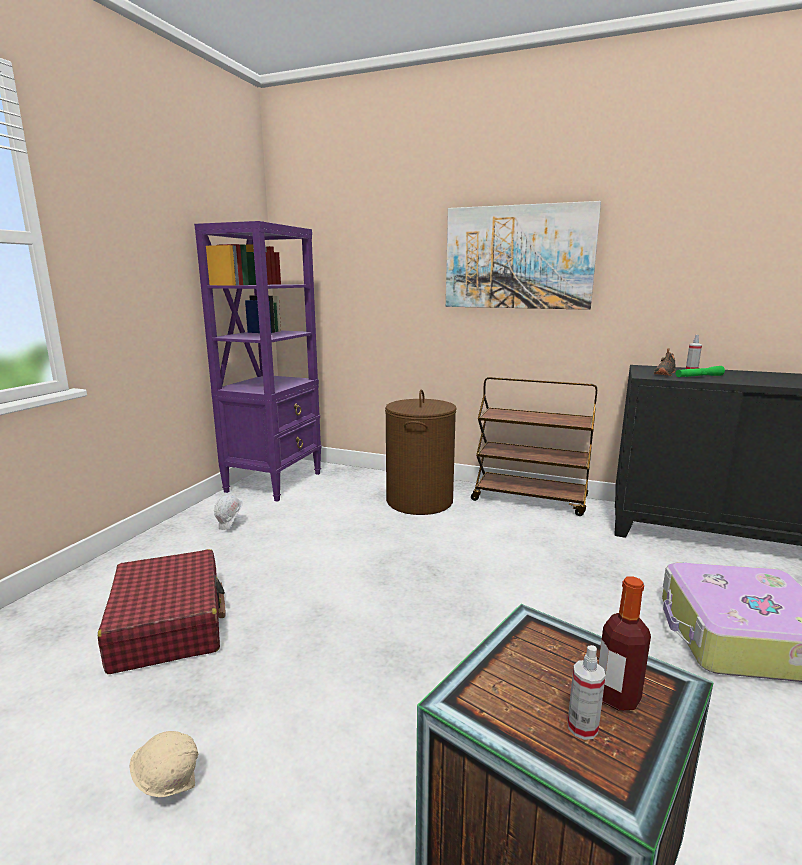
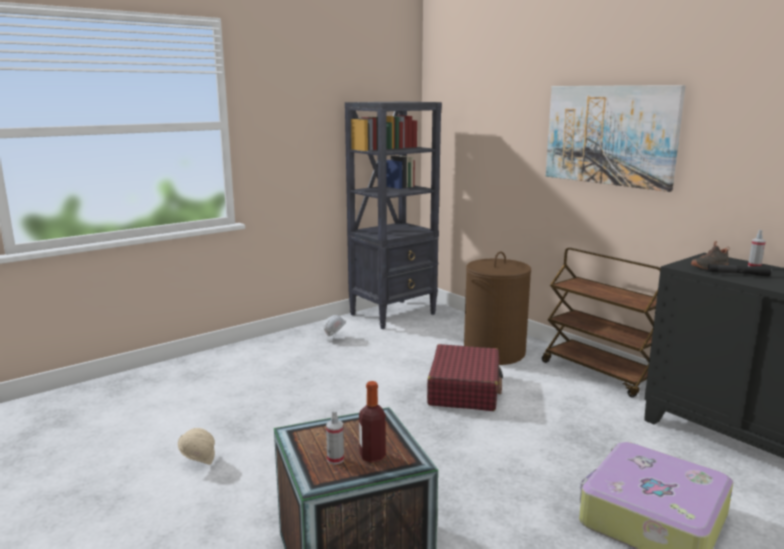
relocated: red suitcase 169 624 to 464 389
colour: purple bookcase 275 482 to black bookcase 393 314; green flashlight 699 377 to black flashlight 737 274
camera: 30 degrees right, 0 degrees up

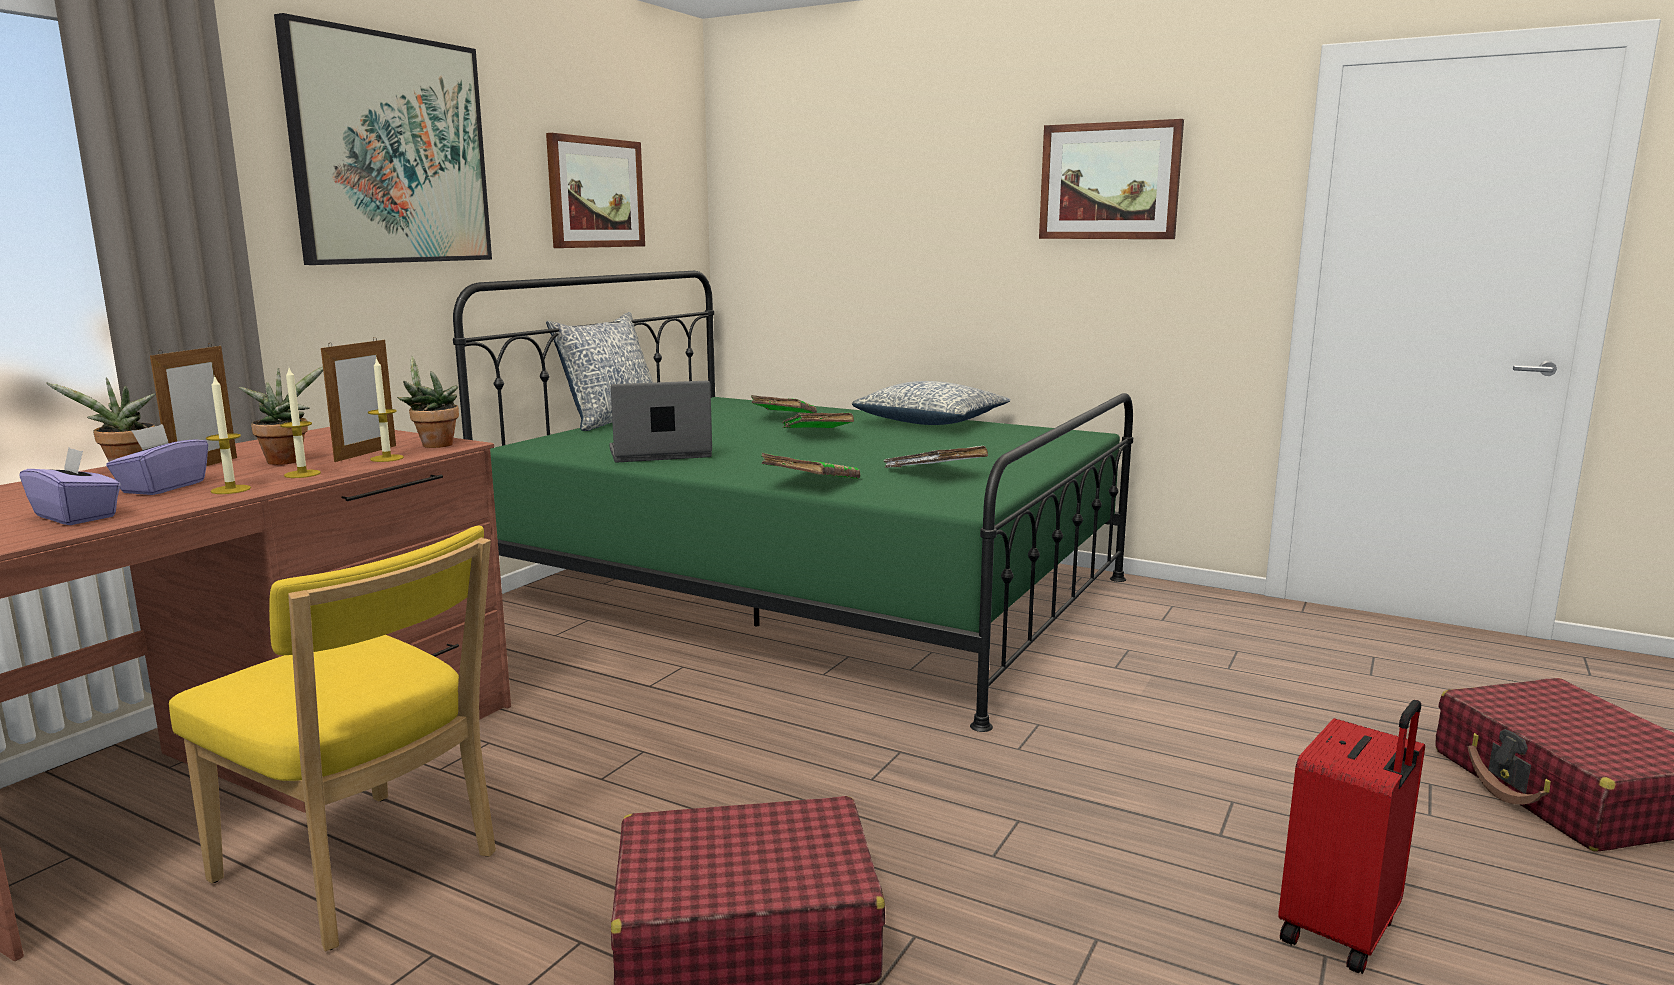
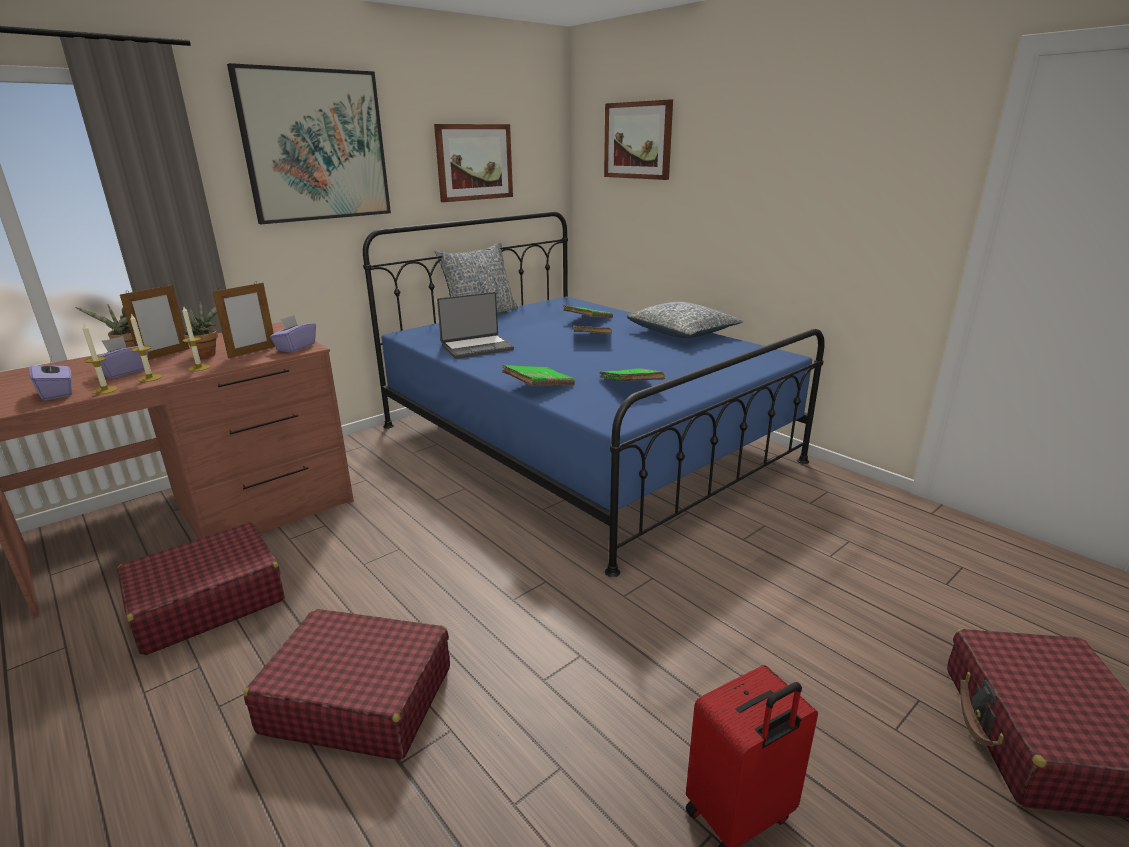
relocated: candle 387 458 to 105 390; picture 1109 181 to 638 140
exchanged: yellow chair 364 872 to red suitcase 207 602; potted plant 433 444 to purple tissue box 296 347
colour: green bed 812 593 to blue bed 582 442; white book 935 474 to green book 630 386
spun: laptop 660 454 = 477 347 150 degrees clockwise
camera: 20 degrees right, 10 degrees up

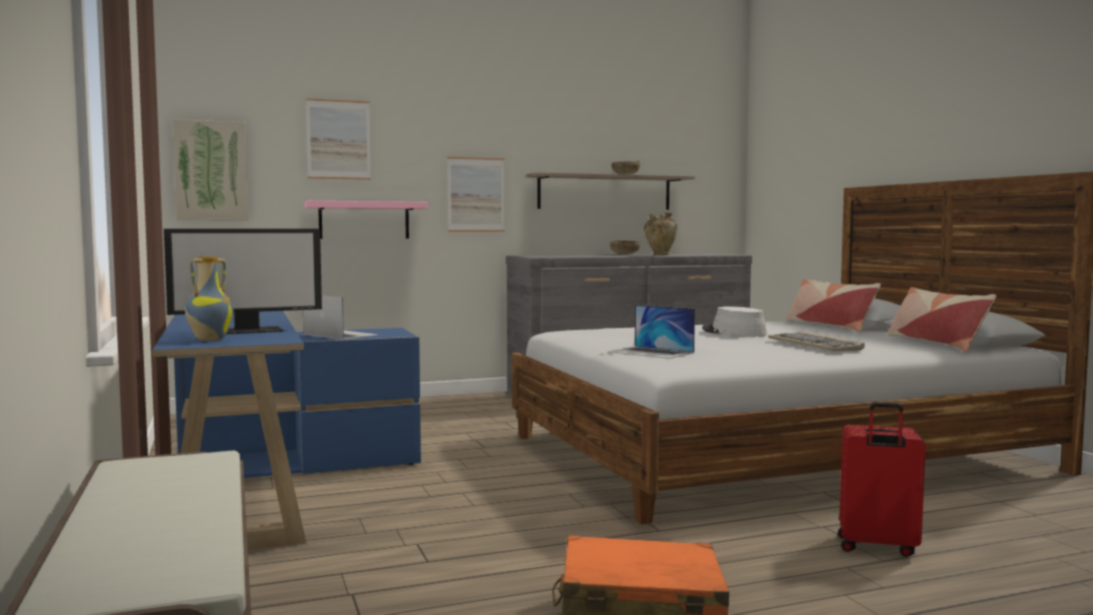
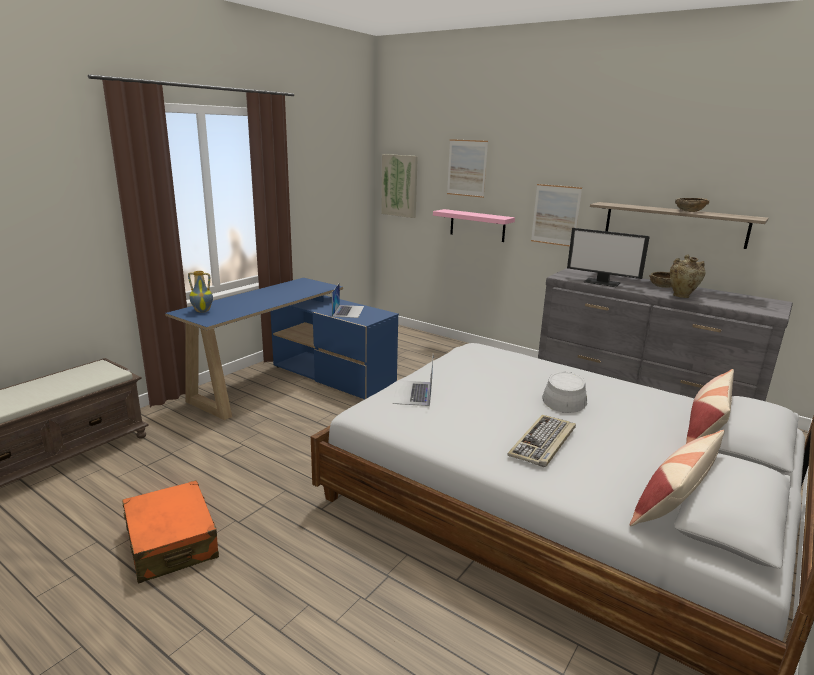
missing: red suitcase 877 547
relocated: monitor 248 330 to 602 282
camera: 55 degrees right, 15 degrees up

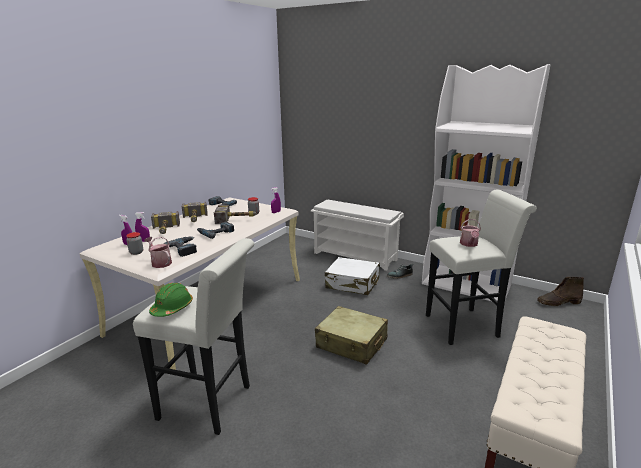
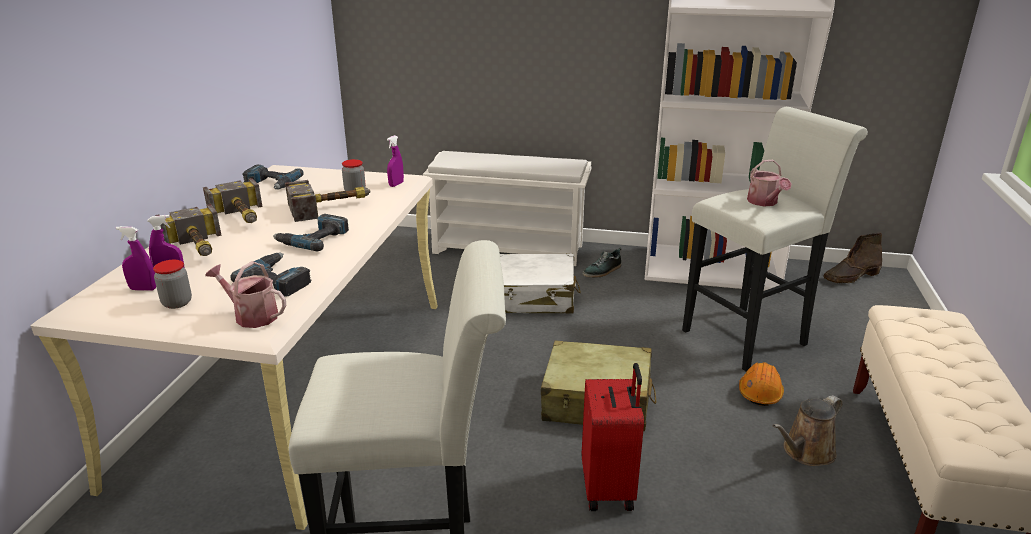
missing: green hard hat 172 308
appeared: red suitcase 609 488; orange hard hat 760 392; brown watering can 805 452
camera: 20 degrees left, 5 degrees up

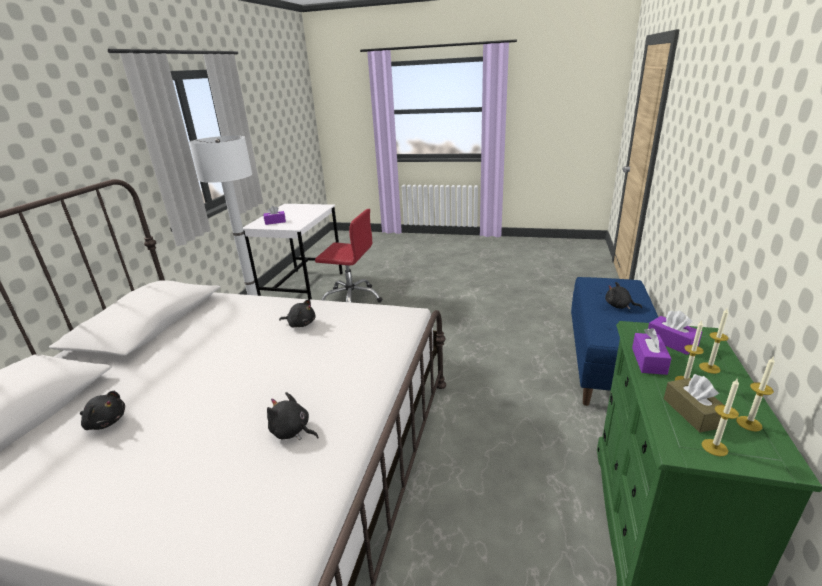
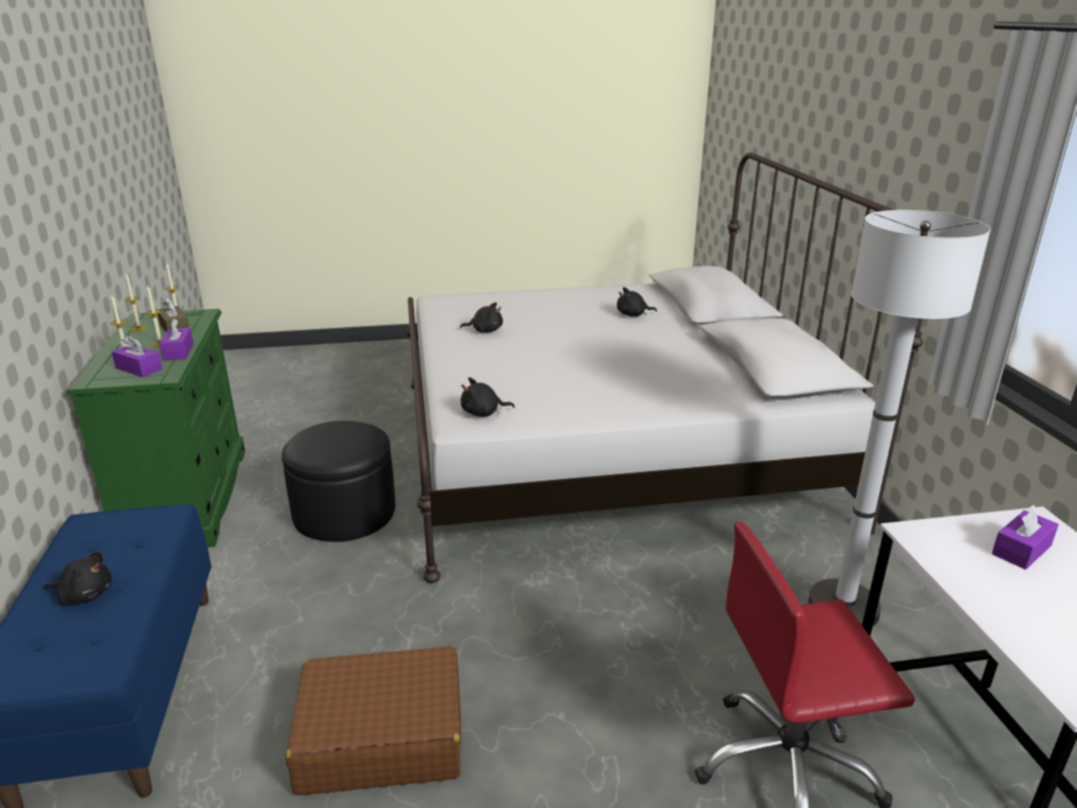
appeared: black ottoman 344 512; brown suitcase 380 737
relocated: black plush toy 300 324 to 483 413
camera: 155 degrees right, 0 degrees up

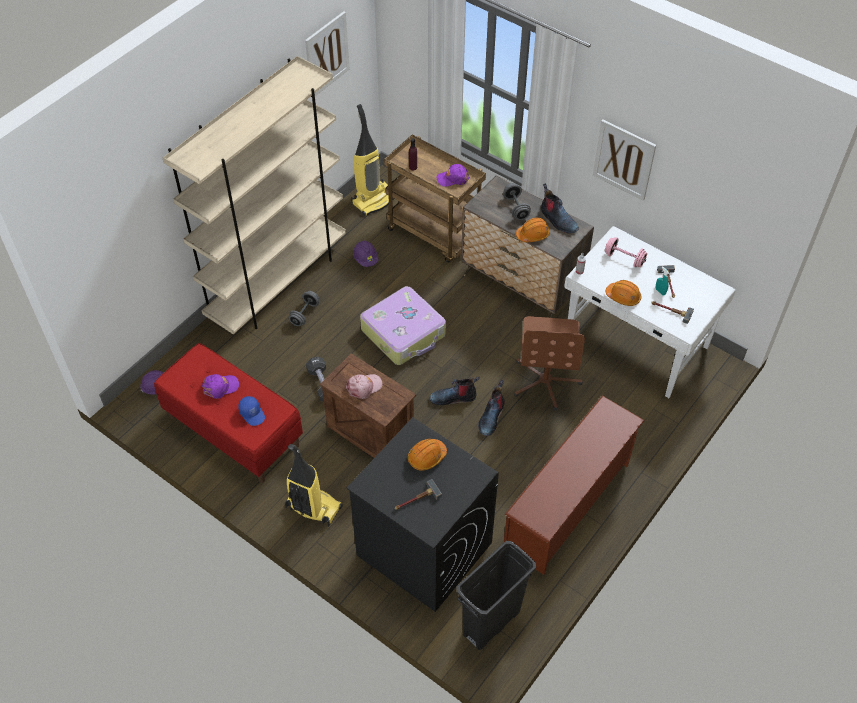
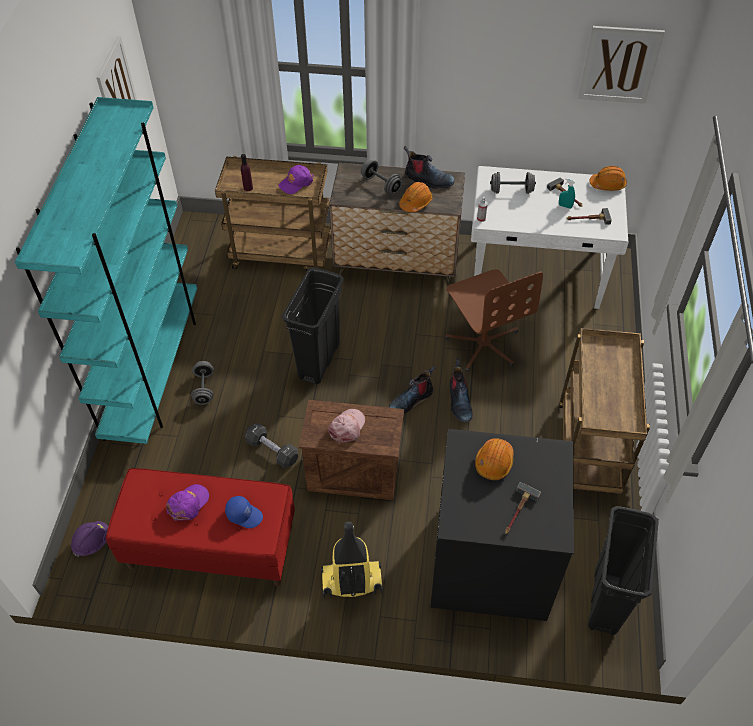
missing: vacuum cleaner 373 200; purple hard hat 365 259
relocated: picture 624 159 to 619 65; orange hard hat 623 297 to 608 184
exchanged: suitcase 404 333 to black trash can 319 361; brown shoe rack 568 507 to brown cart 589 450
colour: beige bookcase 278 283 to turquoise bookcase 153 370; pink dumbbell 624 259 to grey dumbbell 511 190
camera: 30 degrees left, 0 degrees up

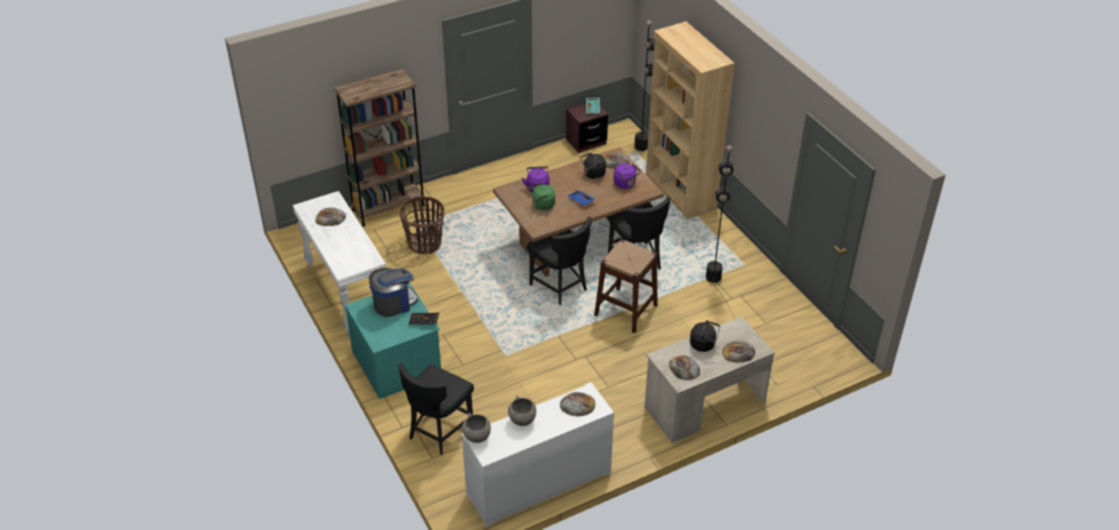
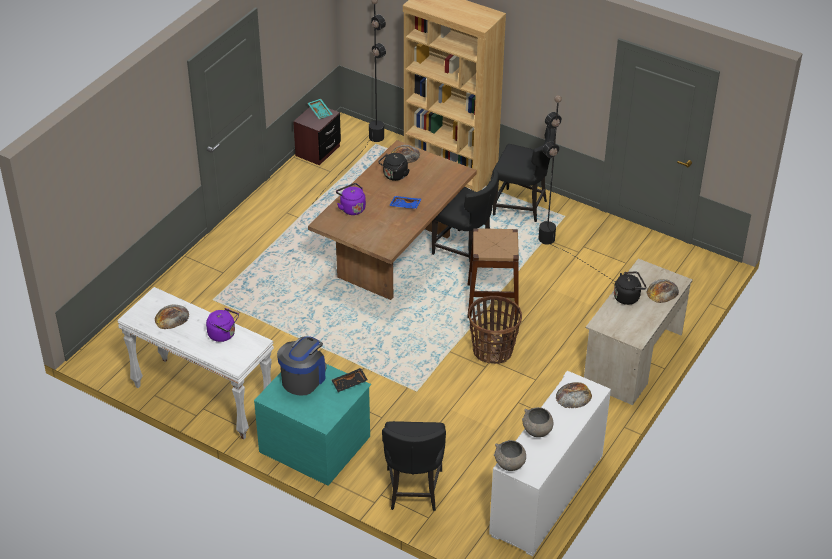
missing: brown bookcase 388 208; green kettle 542 205; bread 684 368
relocated: purple kettle 625 184 to 223 334; basket 424 243 to 493 351; black chair 560 287 to 521 207
camera: 30 degrees left, 0 degrees up

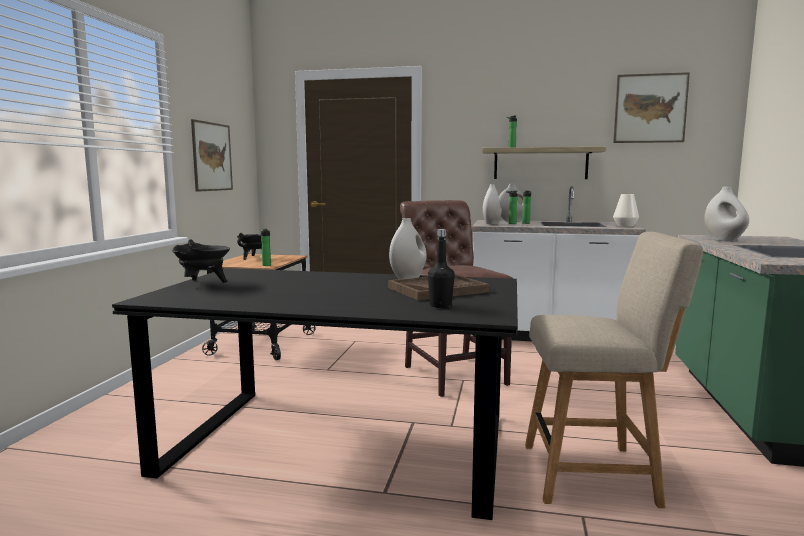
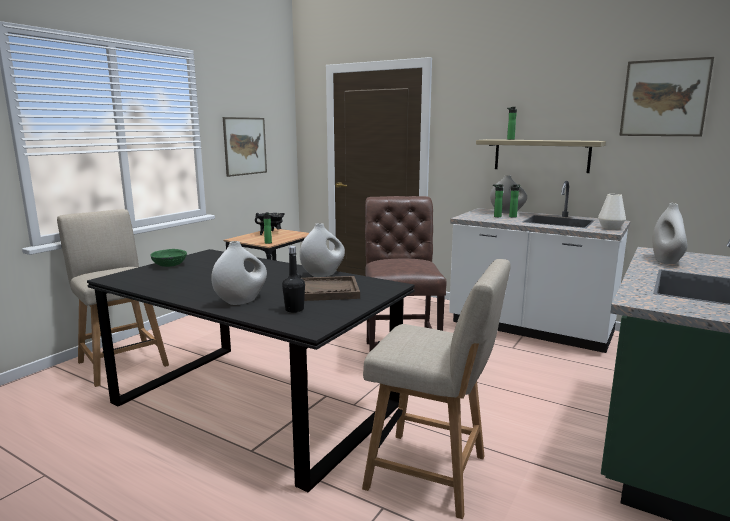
appeared: beige chair 121 362
relocated: white vase 491 223 to 241 301
exchanged: black cooking pot 203 283 to green bowl 169 265
camera: 20 degrees right, 5 degrees up

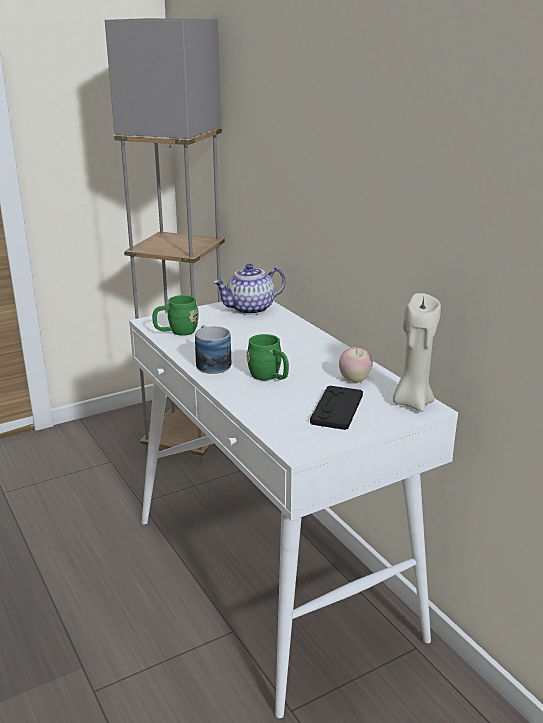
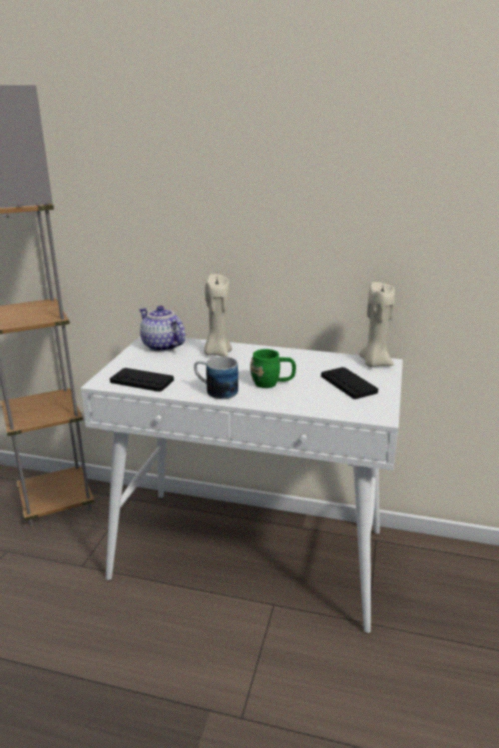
missing: apple 354 380
appeared: beige candle 217 353
exchanged: green mug 176 332 to black game controller 142 381
spun: teapot 250 309 = 161 346 120 degrees clockwise
camera: 45 degrees left, 0 degrees up

